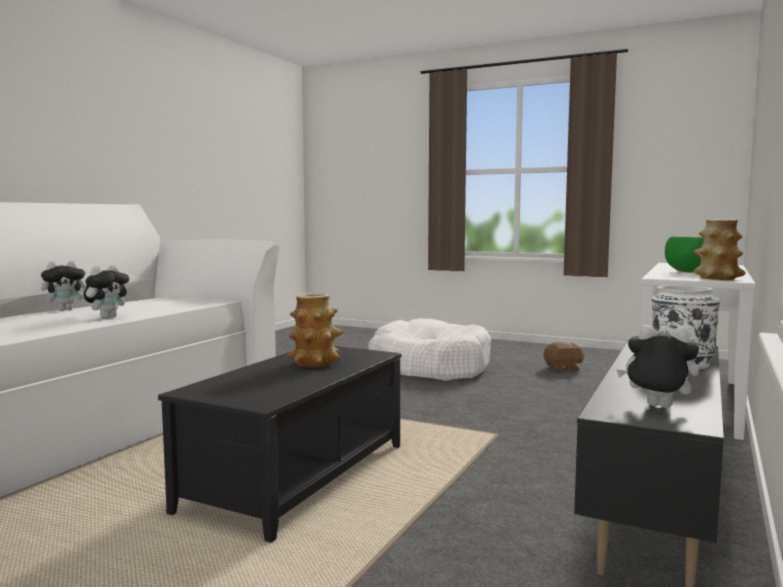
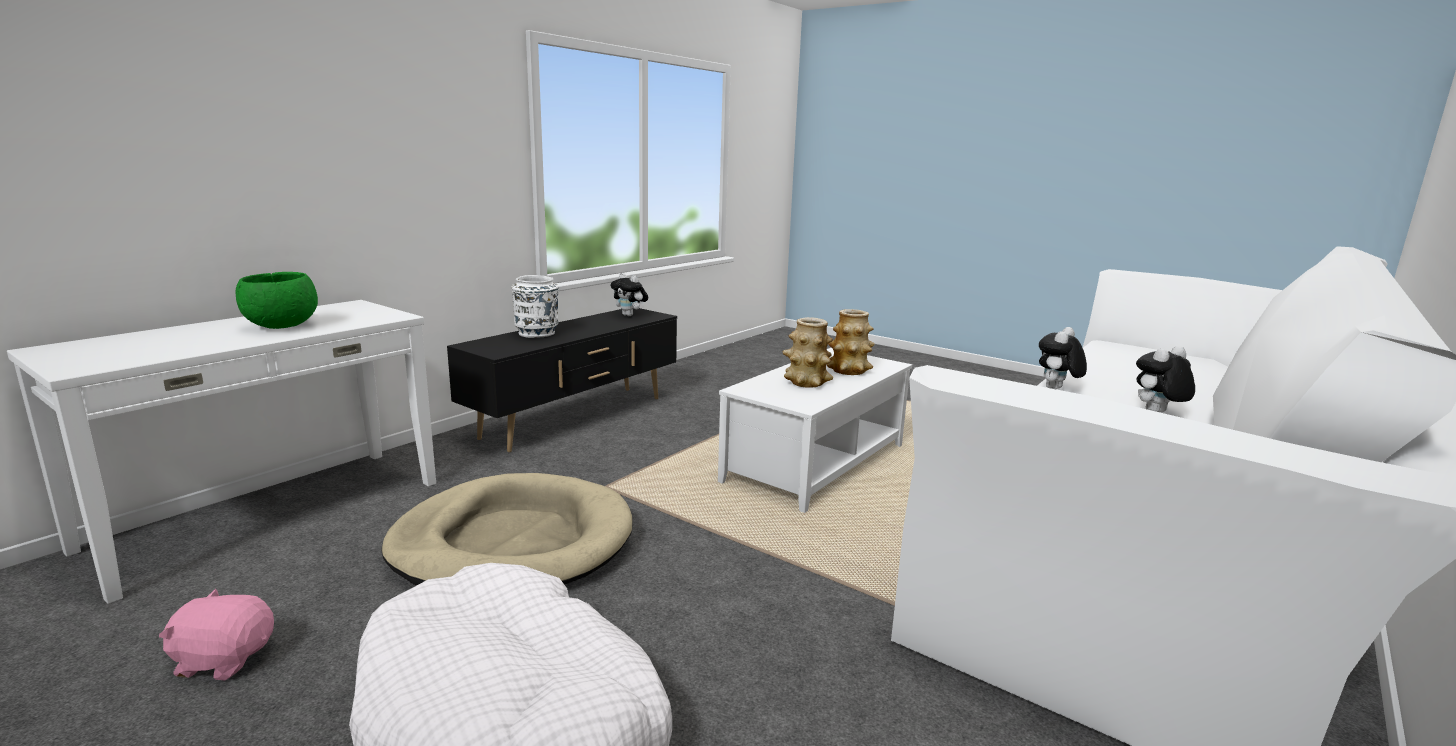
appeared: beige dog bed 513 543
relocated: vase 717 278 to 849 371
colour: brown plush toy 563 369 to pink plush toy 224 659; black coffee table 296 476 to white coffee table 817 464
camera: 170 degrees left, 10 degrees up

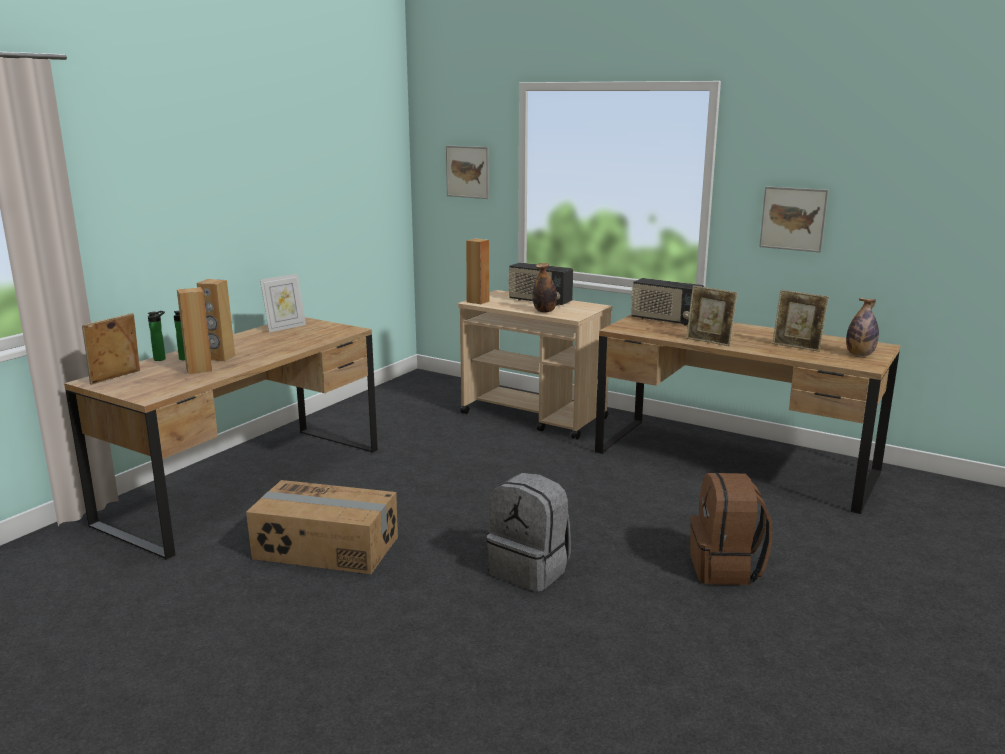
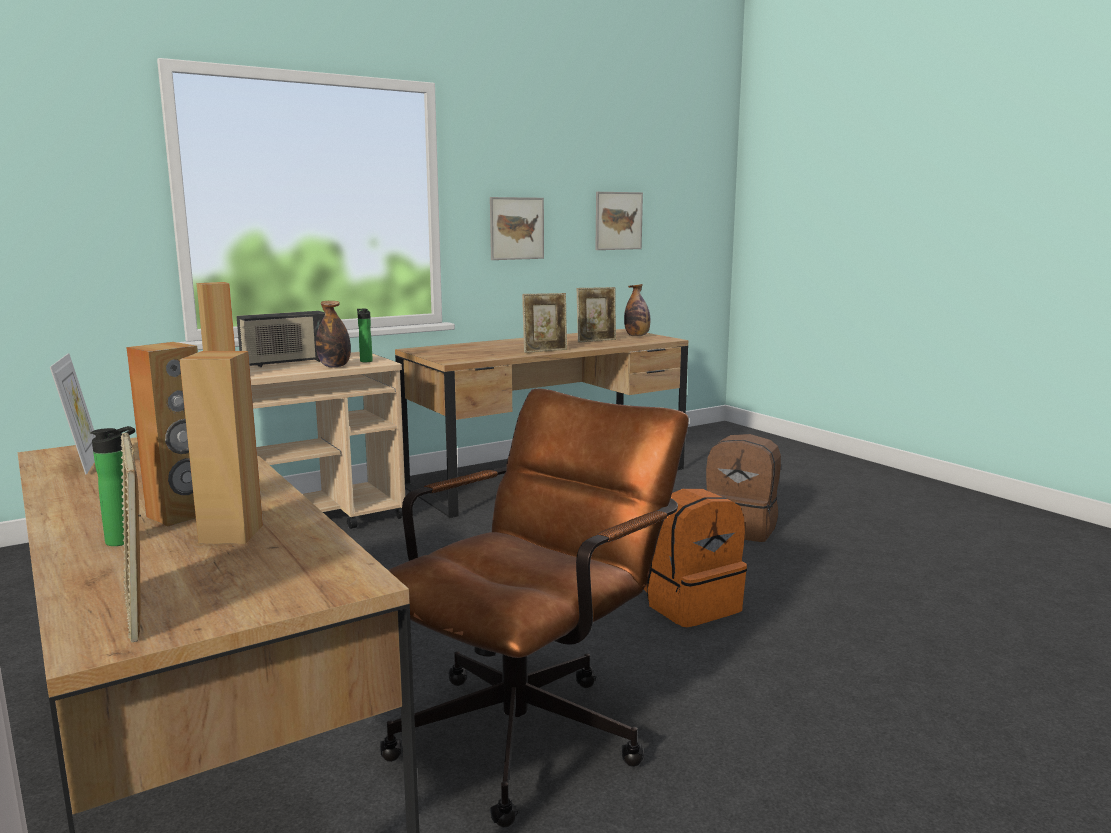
missing: radio 665 320
relocated: bottle 161 359 to 365 361; picture 467 172 to 618 221
exchanged: cardboard box 326 548 to brown office chair 532 728
colour: grey backpack 530 570 to orange backpack 691 605
camera: 65 degrees left, 5 degrees down

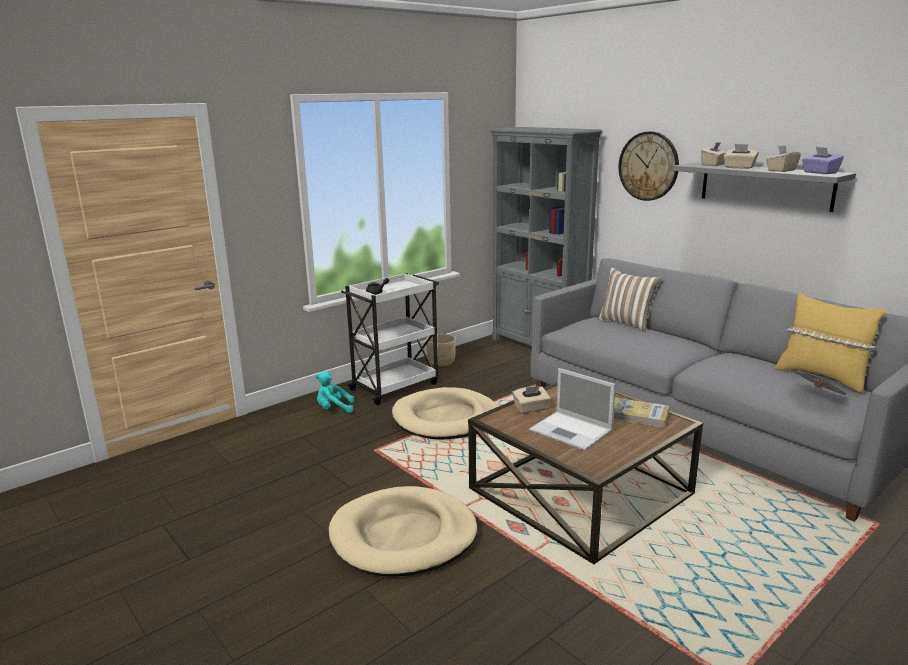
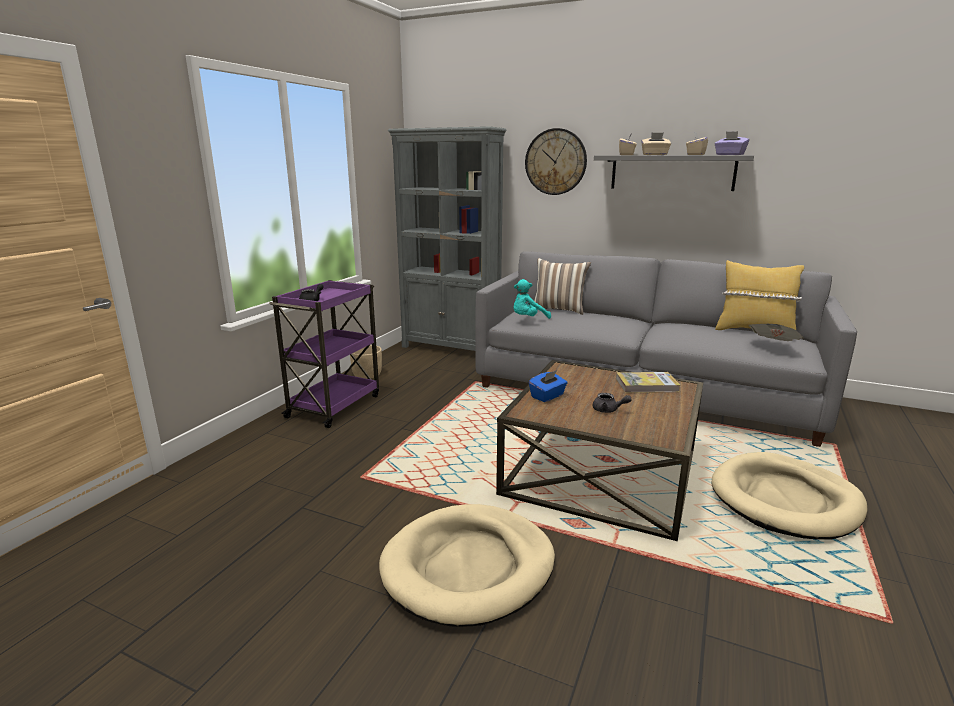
relocated: turquoise plush toy 334 409 to 528 319; beige dog bed 446 418 to 785 500
exchanged: laptop 572 431 to grey teapot 608 410
colour: white cart 395 386 to purple cart 335 405; beige tissue box 531 409 to blue tissue box 547 396
camera: 25 degrees left, 0 degrees up

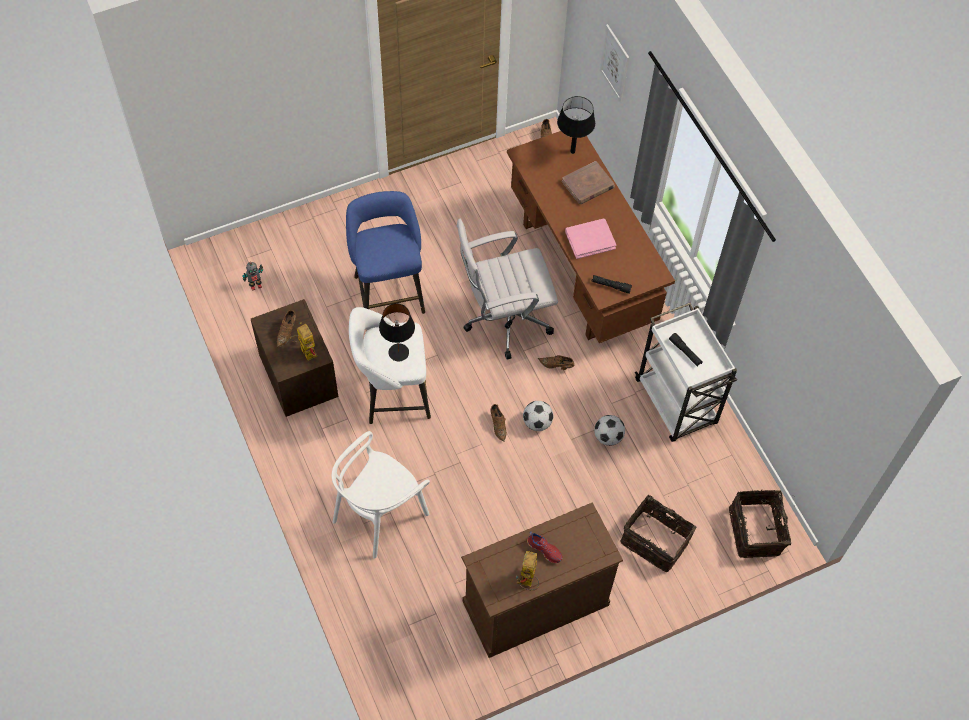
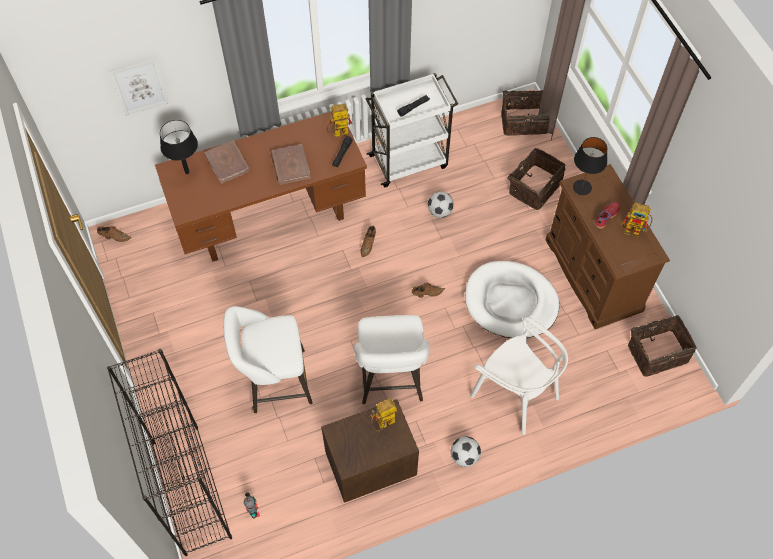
missing: brown shoe 287 332; white office chair 503 320
appeared: black bookcase 190 488; toy robot 337 134; white dog bed 511 302; basket 656 352
relocated: football 537 422 to 464 456; black table lamp 398 352 to 582 187
colour: blue stool 388 291 to white stool 274 382; pink book 590 239 to brown book 290 166
camera: 85 degrees left, 0 degrees up

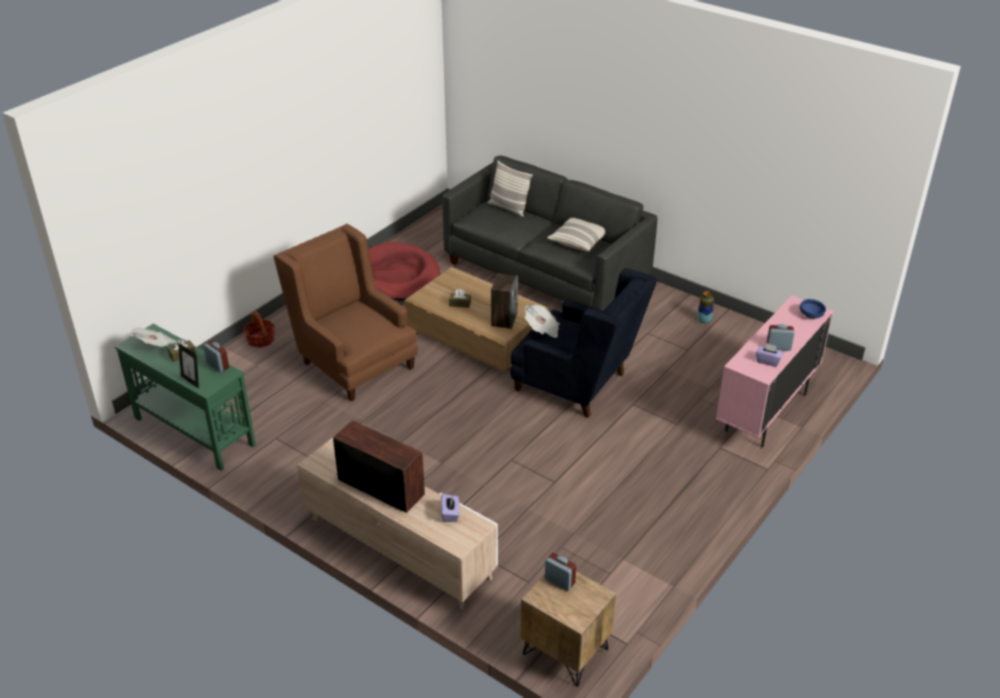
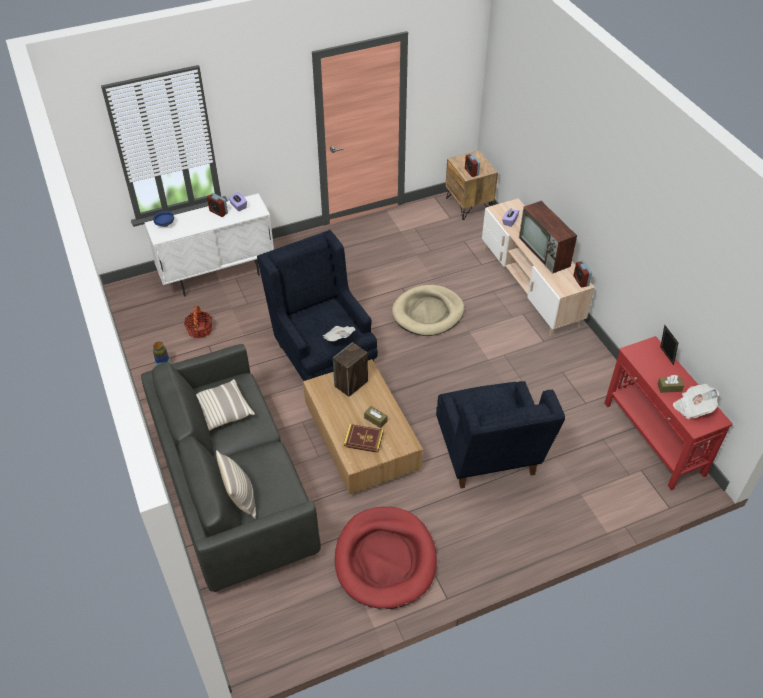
appeared: book 363 440; beige dog bed 428 313
relocated: basket 261 340 to 200 330; alarm clock 218 365 to 581 281
colour: pink cabinet 766 413 to white cabinet 218 275; brown armchair 352 361 to blue armchair 489 457; green console table 194 431 to red console table 653 439
camera: 150 degrees left, 10 degrees up

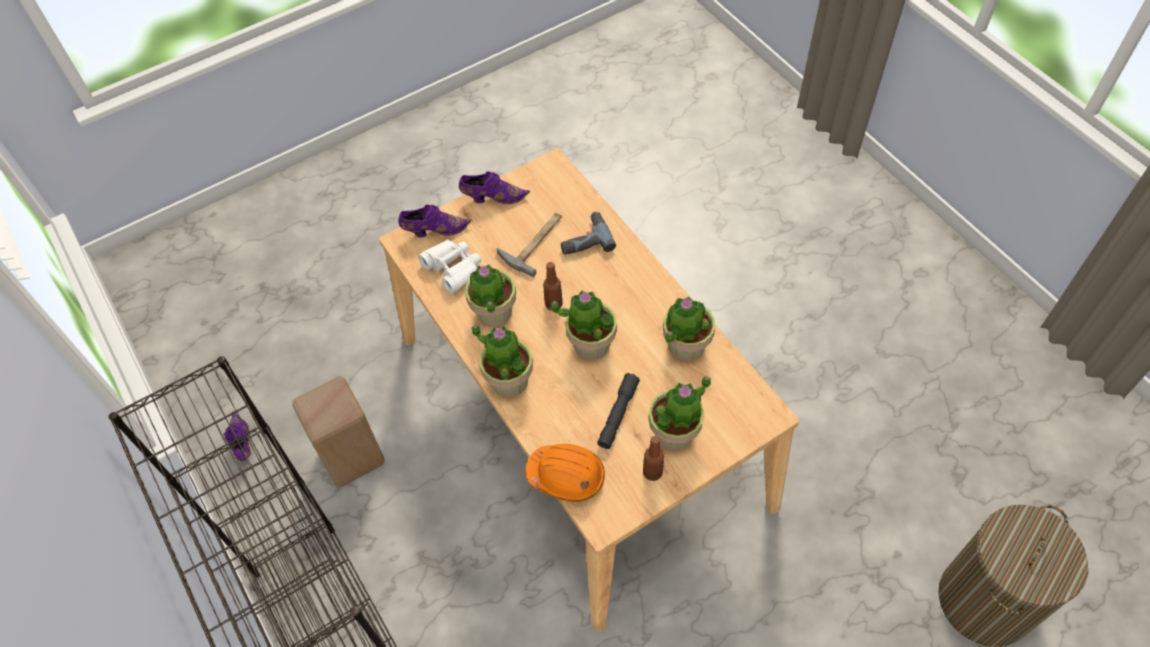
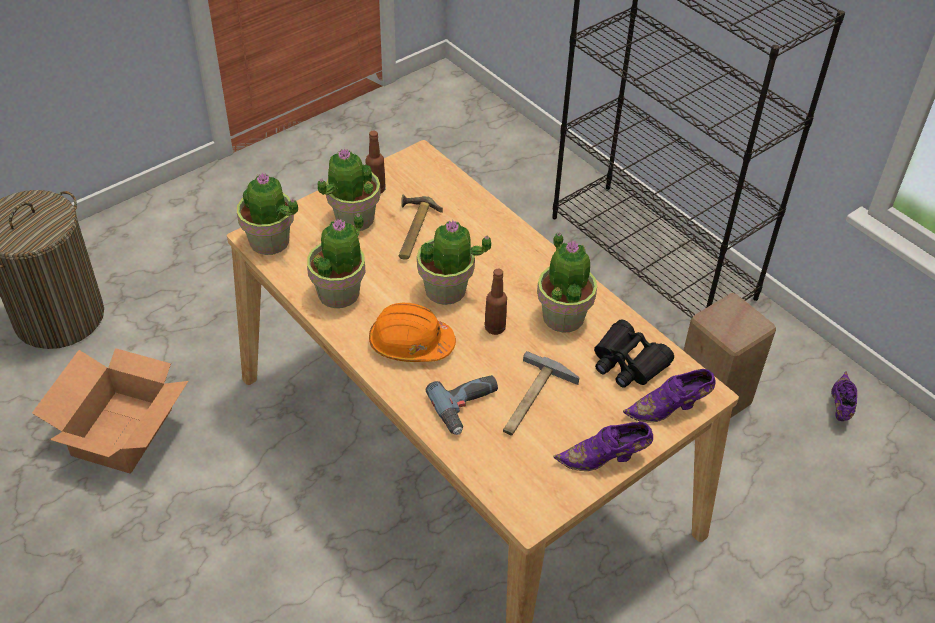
appeared: cardboard box 121 432
relocated: potted plant 509 380 to 270 242; orange hard hat 566 476 to 410 344
exchanged: grey flashlight 618 414 to hammer 411 231
colour: white binoculars 453 268 to black binoculars 628 363
spun: purple shoe 242 443 = 840 406 135 degrees counterclockwise
camera: 170 degrees right, 10 degrees down

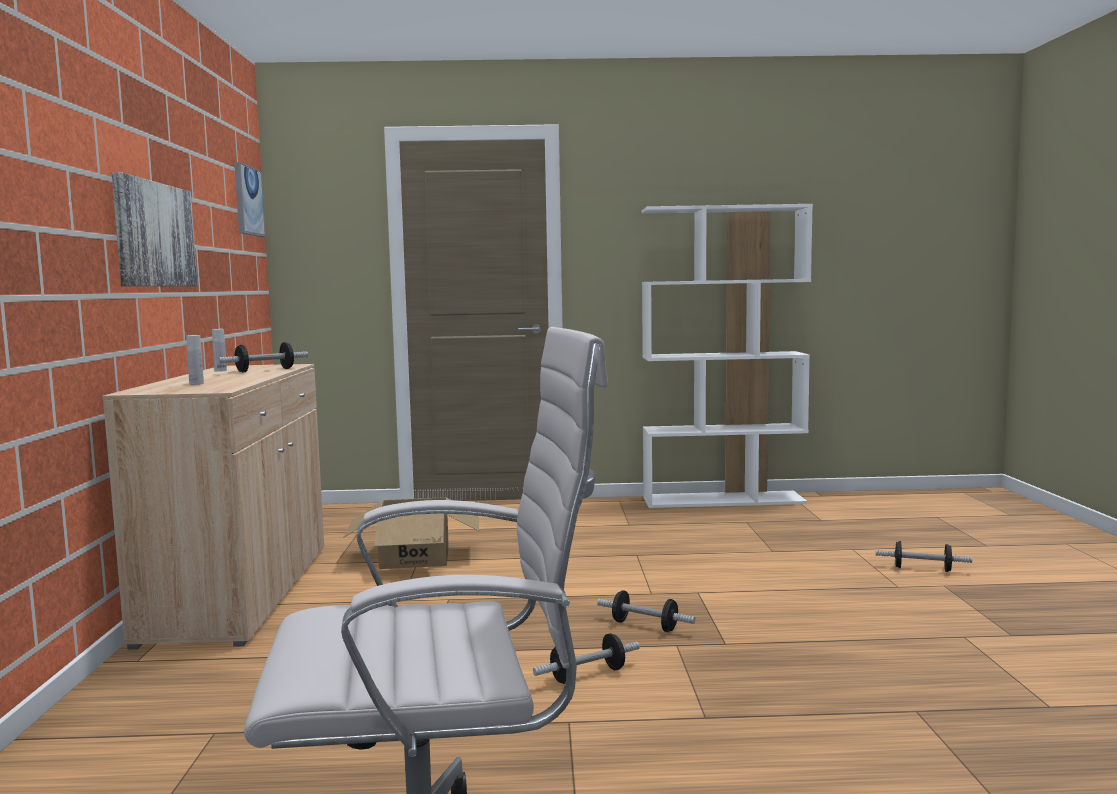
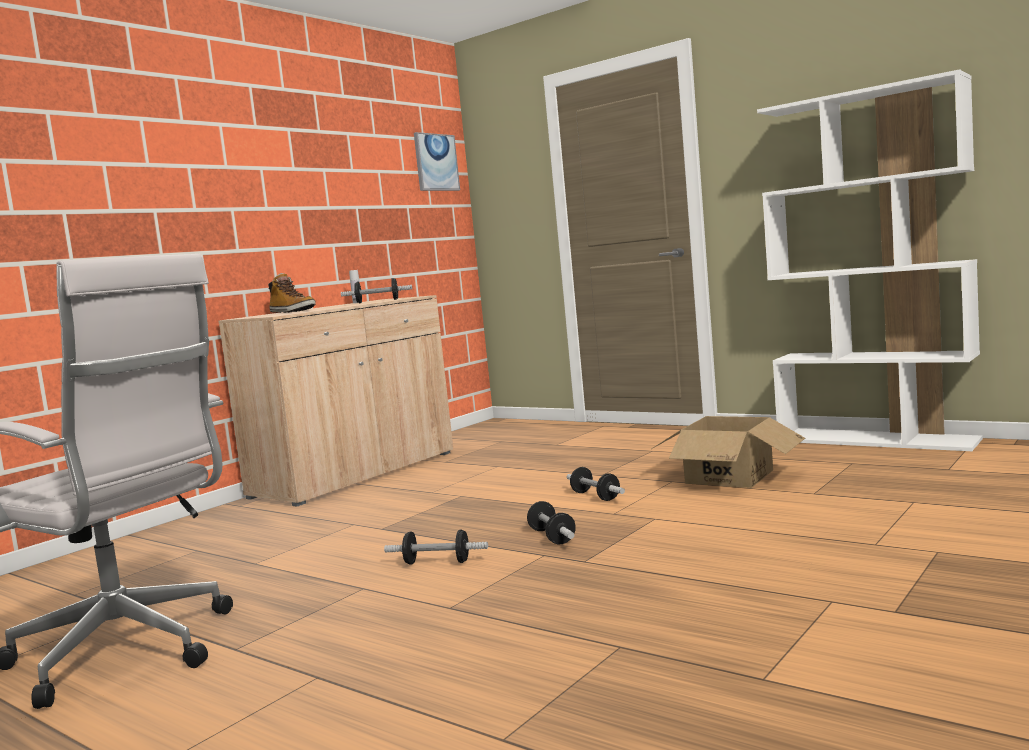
missing: picture 153 235
relocated: dumbbell 922 569 to 595 496; cardboard box 415 557 to 730 476
exchanged: white bottle 196 384 to boot 292 312
camera: 40 degrees right, 0 degrees up

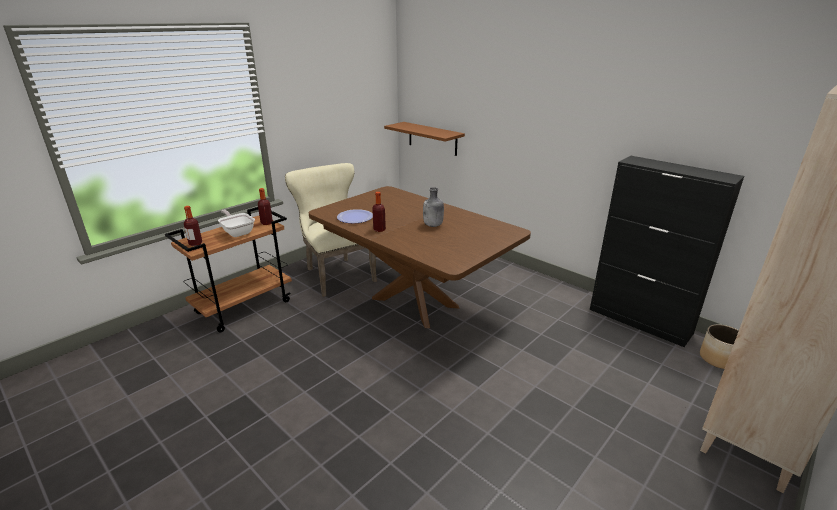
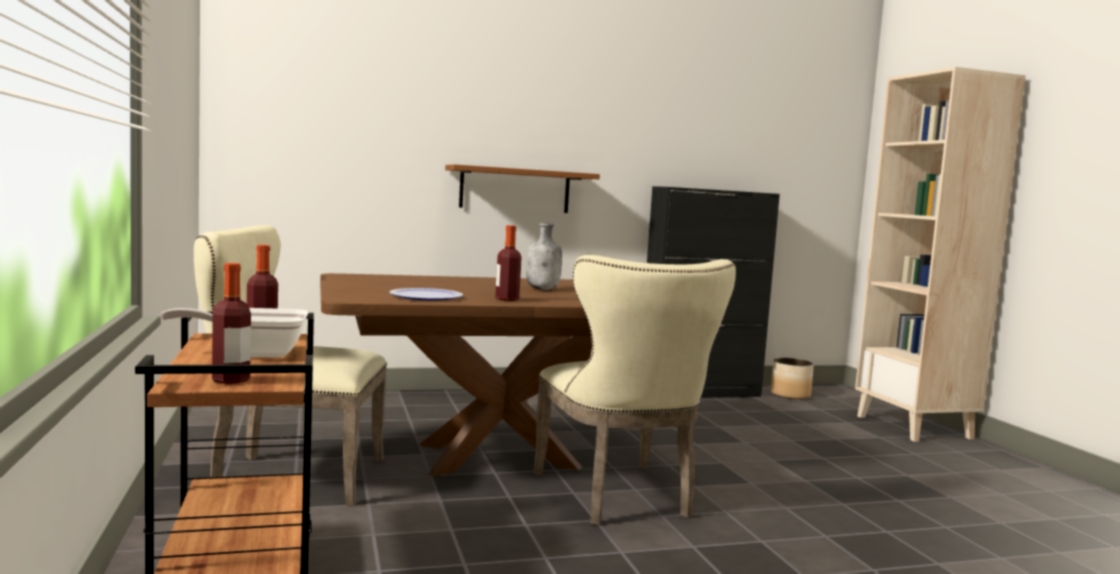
appeared: beige chair 620 497
relocated: brown shelf 432 138 to 515 190
camera: 60 degrees left, 20 degrees down

